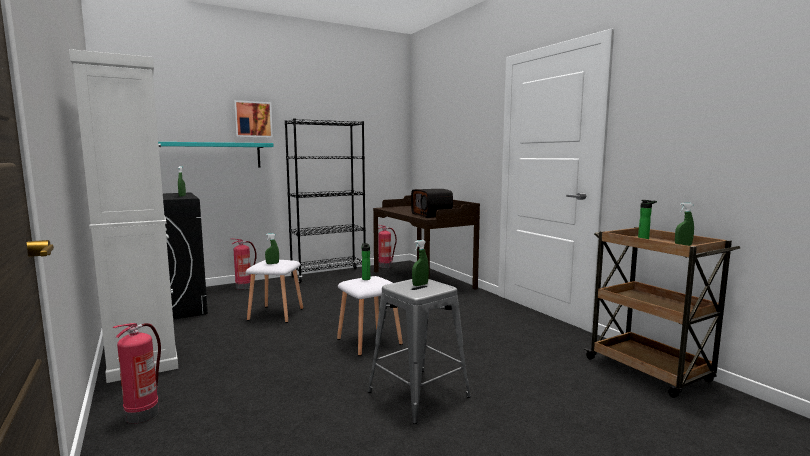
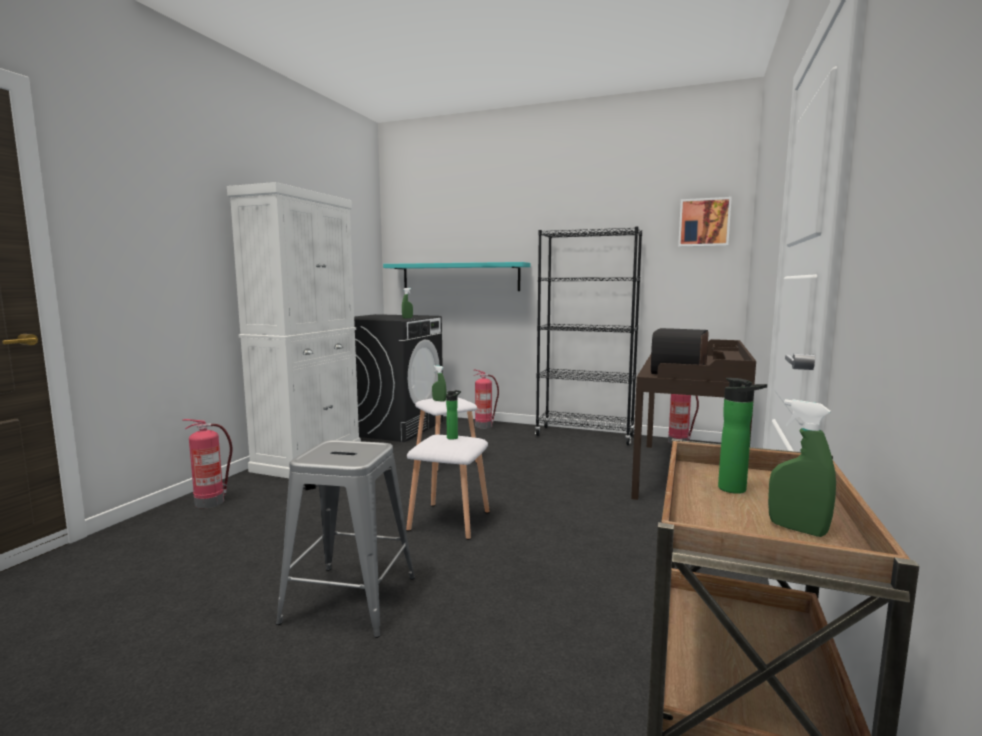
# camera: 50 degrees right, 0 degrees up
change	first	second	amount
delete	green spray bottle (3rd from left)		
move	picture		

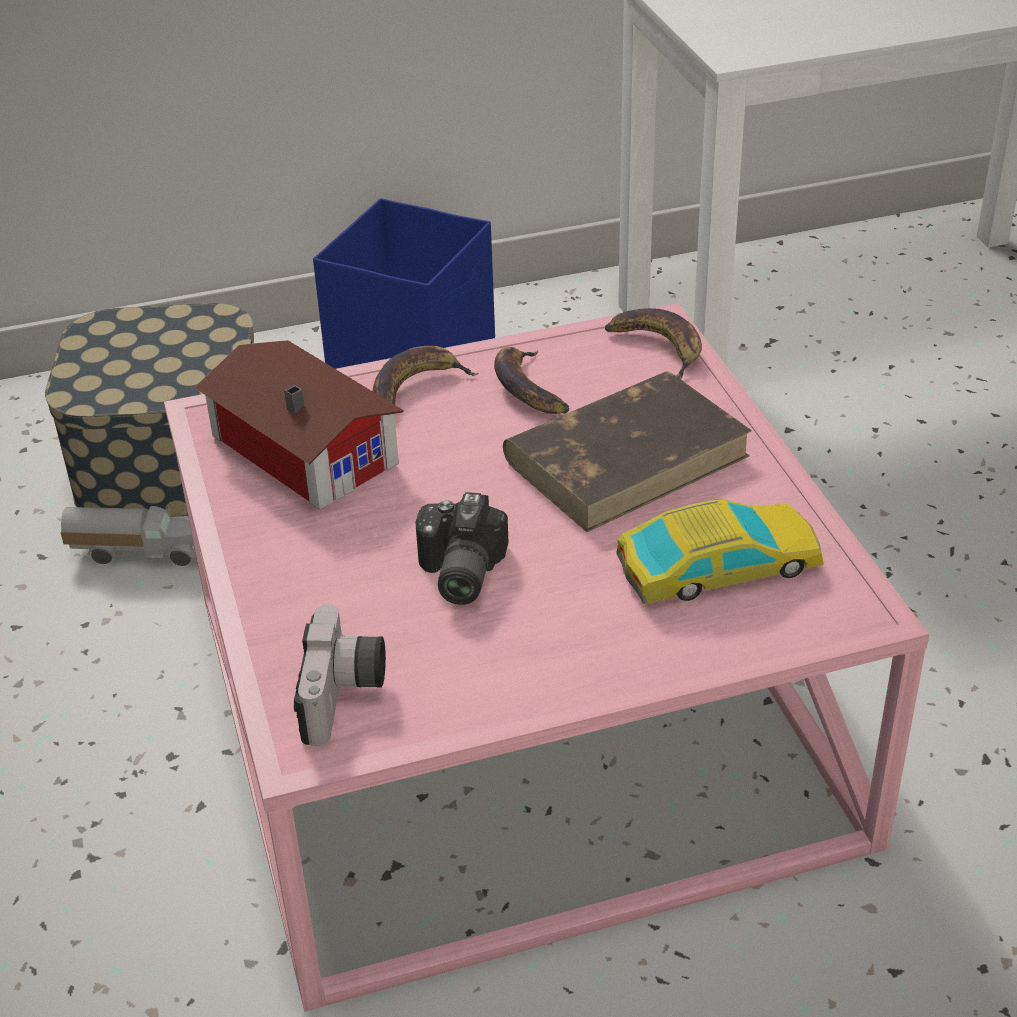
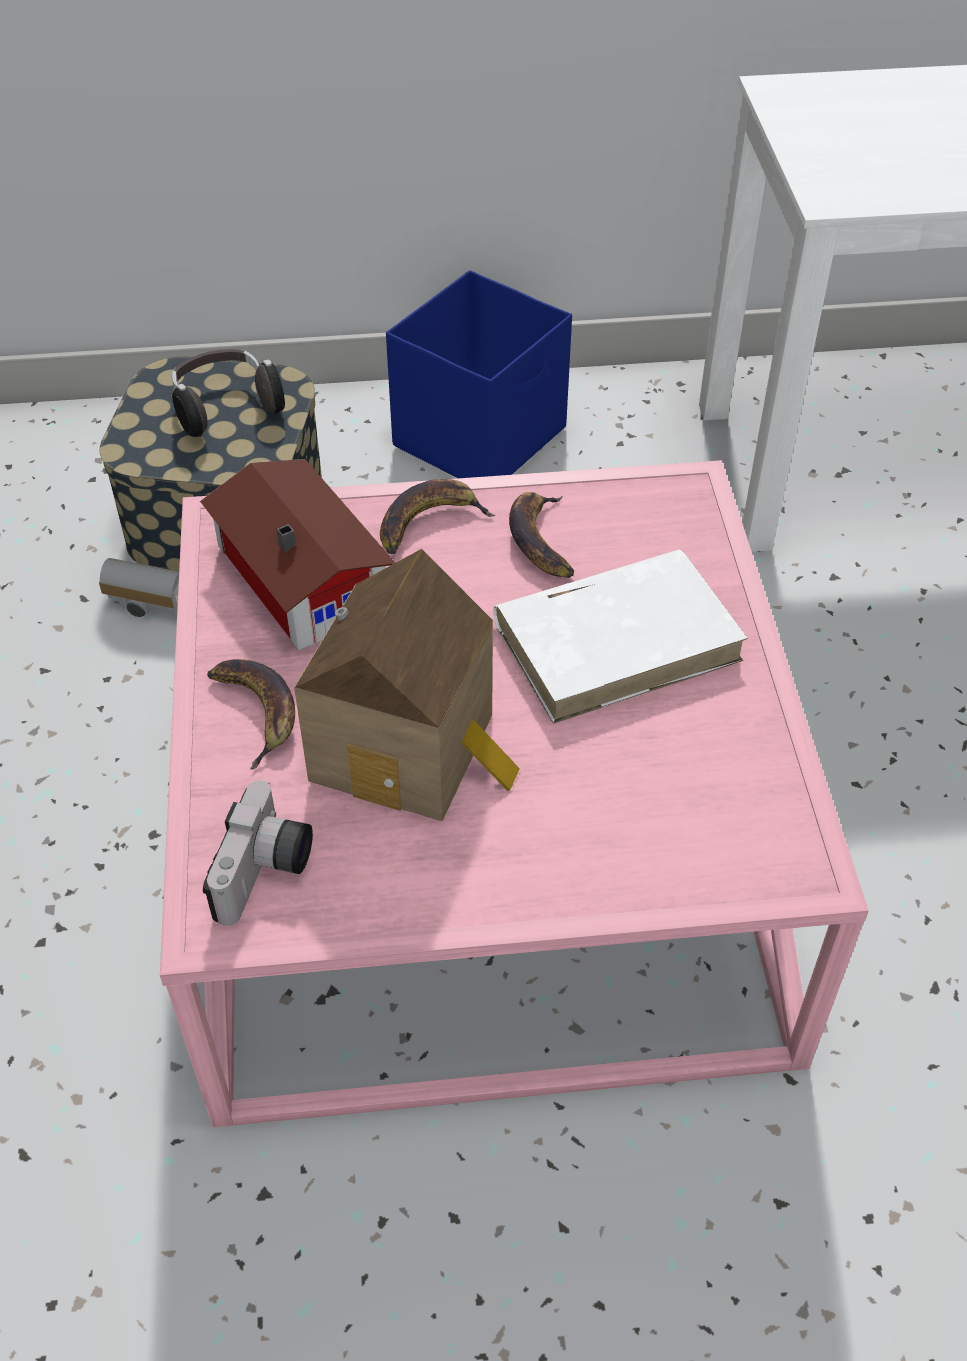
# camera: 10 degrees right, 10 degrees up
change	first	second	amount
delete	toy car		
insert		headphones	
move	banana (3rd from left in the first image)	banana (1st from left)	
replace	photo camera (2nd from left)	toy house (2nd from left)	
recolor	brown book	white book	

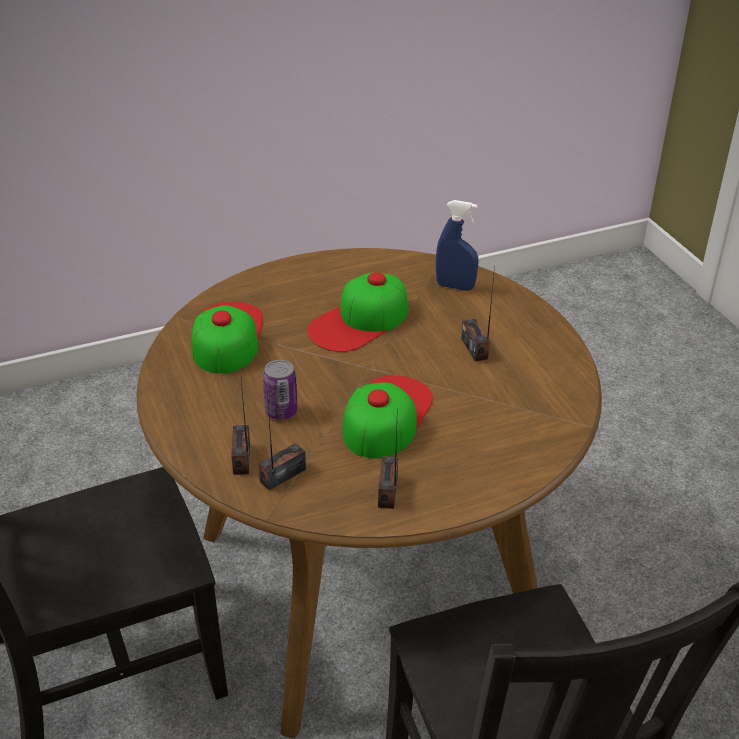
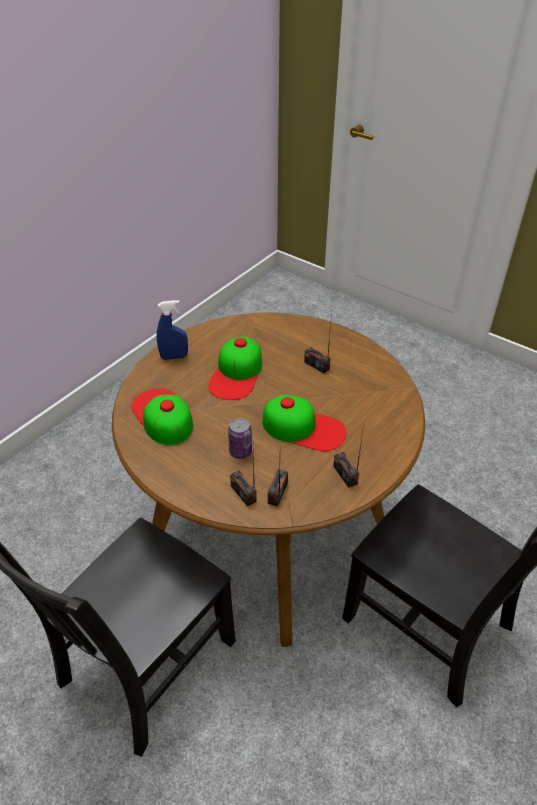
# camera: 30 degrees left, 5 degrees up
change	first	second	amount
move	blue spray bottle		
rotate	cap (3rd from left)		120 degrees clockwise

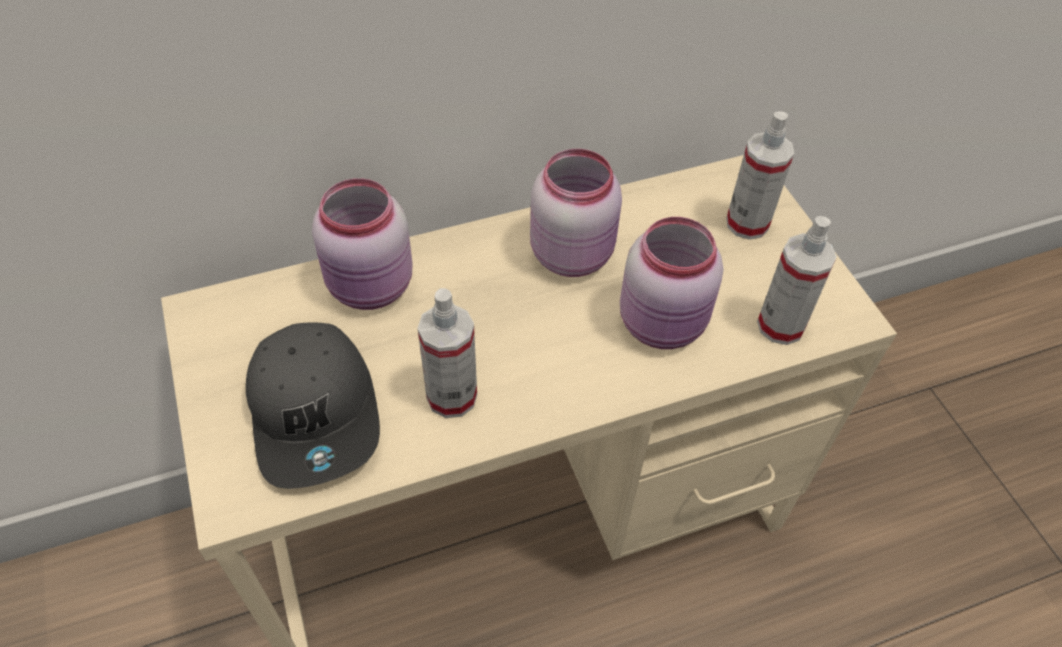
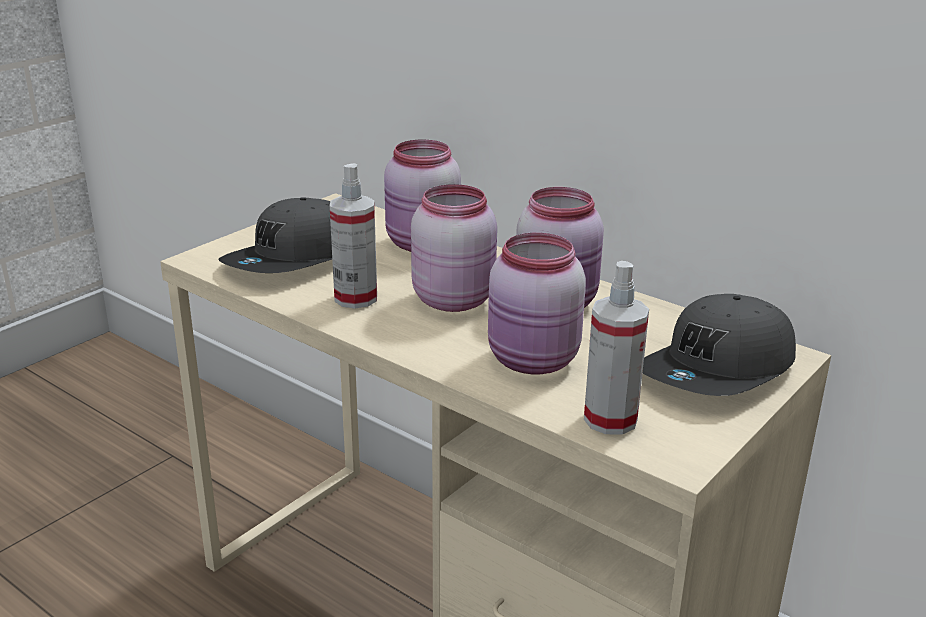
# camera: 60 degrees right, 25 degrees down
change	first	second	amount
insert		pink jar (2nd from left)	
replace	spray bottle (2nd from left)	grey cap (2nd from left)	

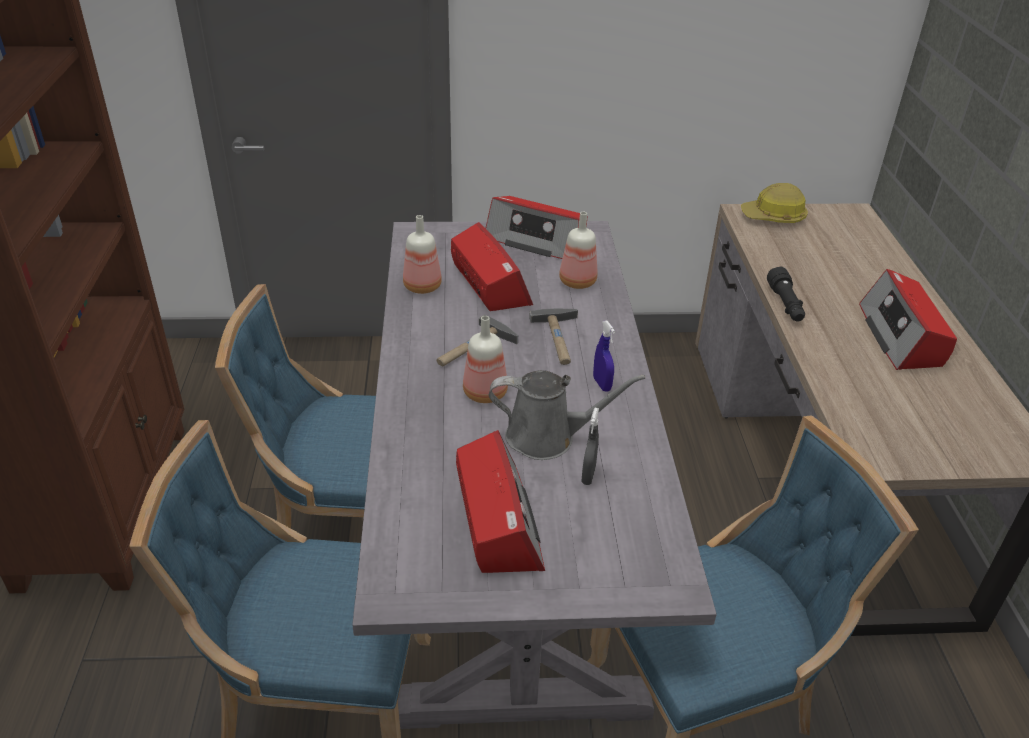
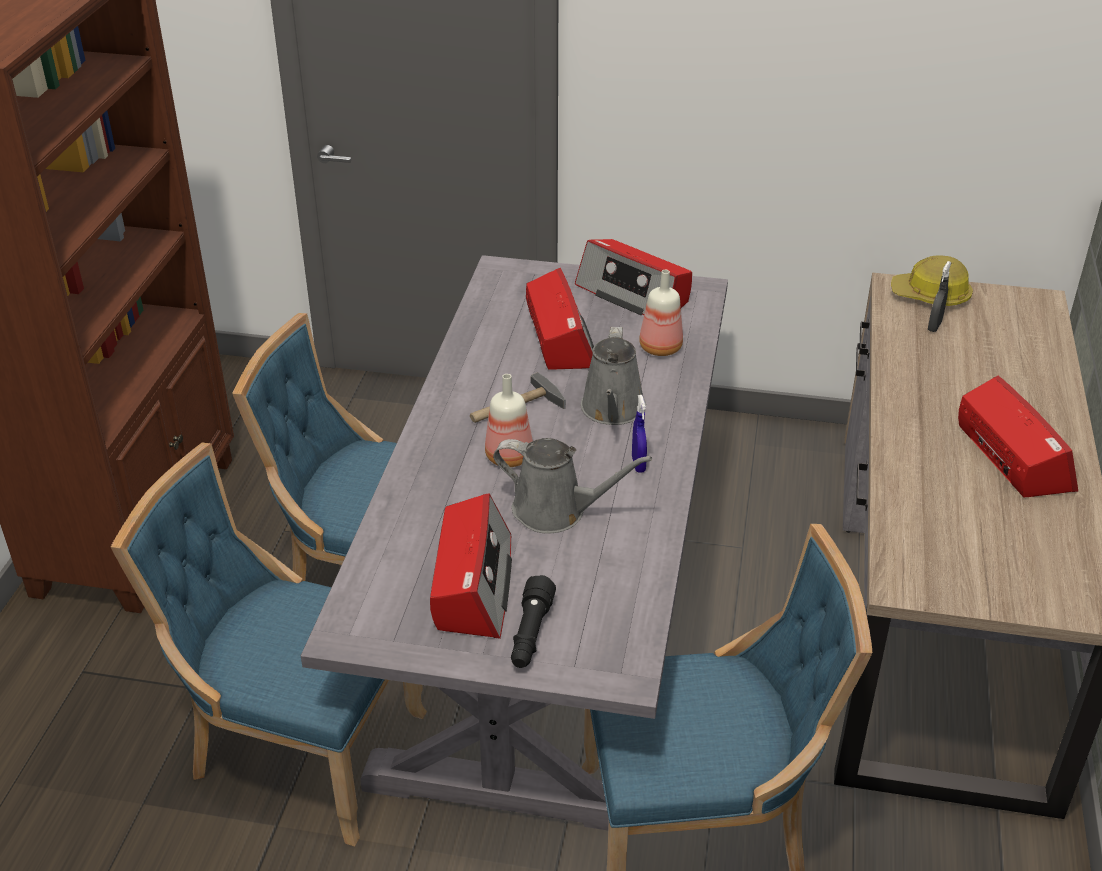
# camera: 15 degrees right, 0 degrees up
change	first	second	amount
delete	bottle (1st from left)		
move	grey spray bottle		
move	black flashlight		
replace	hammer (2nd from left)	grey watering can (2nd from left)	
rotate	radio (4th from left)		150 degrees clockwise

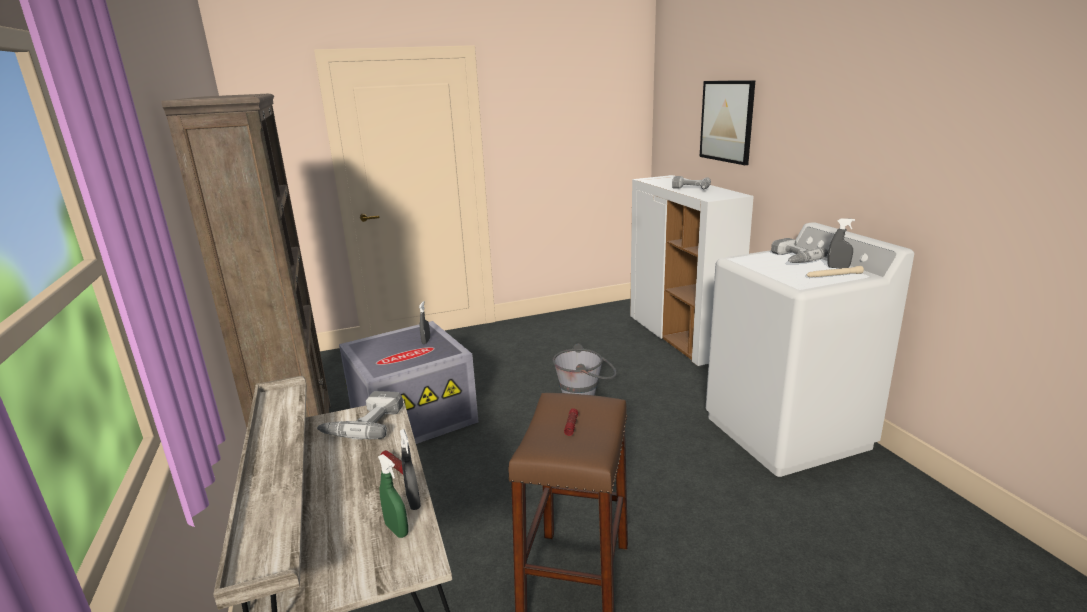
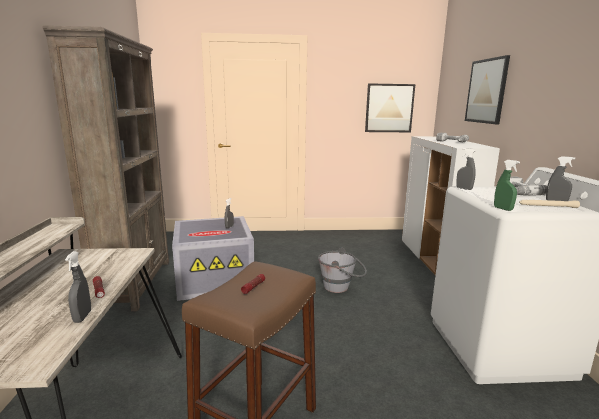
# camera: 15 degrees right, 5 degrees down
change	first	second	amount
delete	power drill (1st from left)		
insert		picture (1st from left)	
insert		grey spray bottle (3rd from left)	
move	green spray bottle		

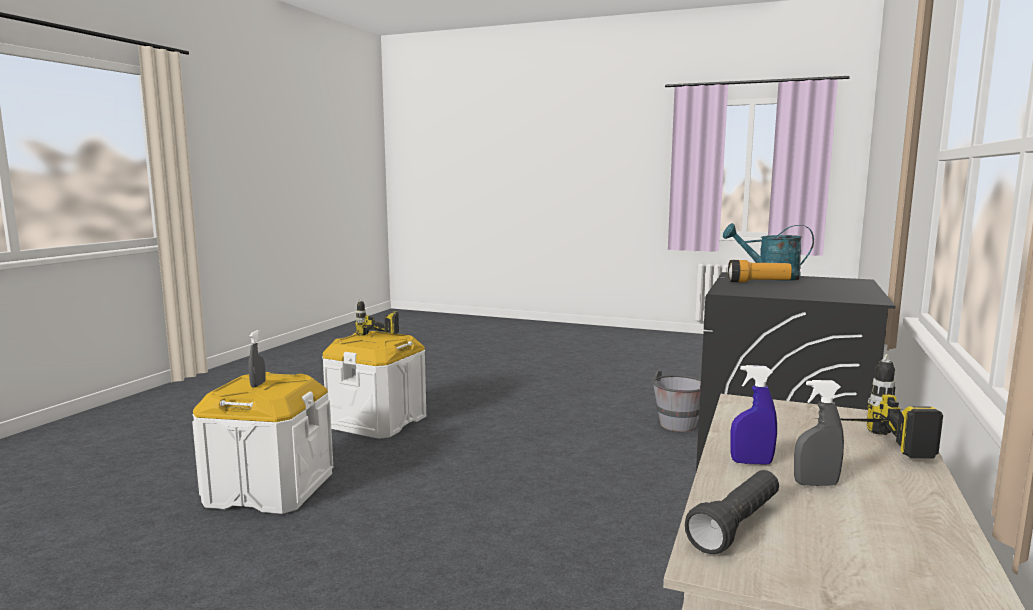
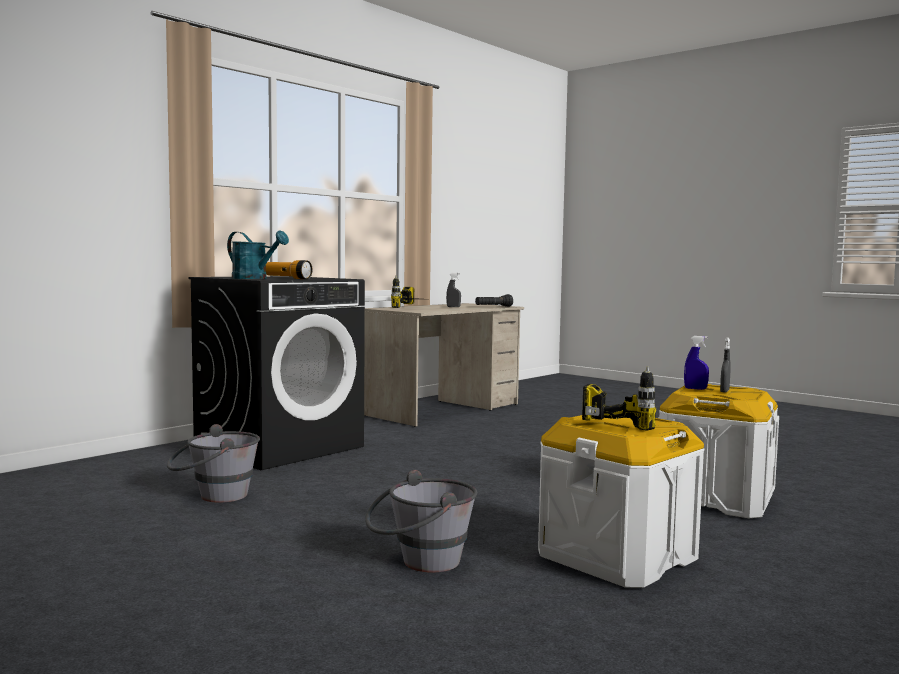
# camera: 160 degrees left, 5 degrees down
change	first	second	amount
insert		grey bucket (2nd from left)	
move	blue spray bottle		

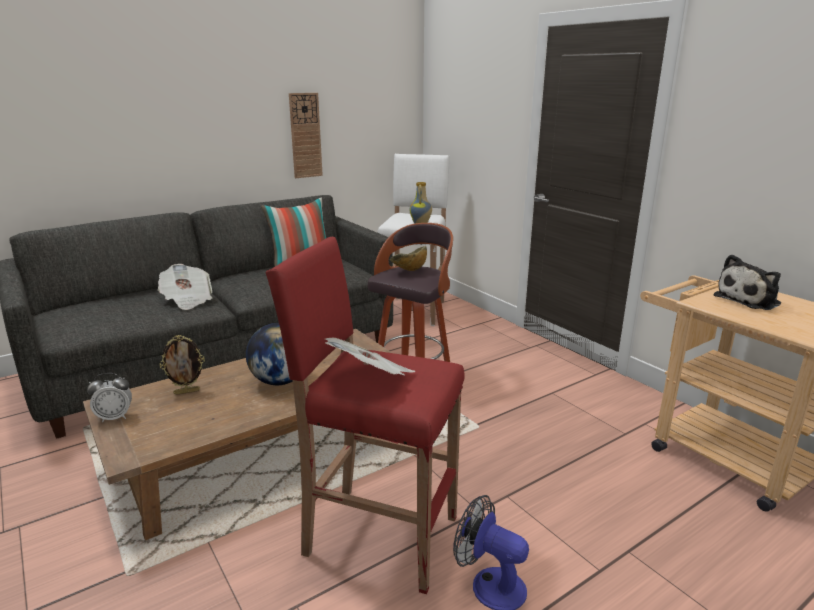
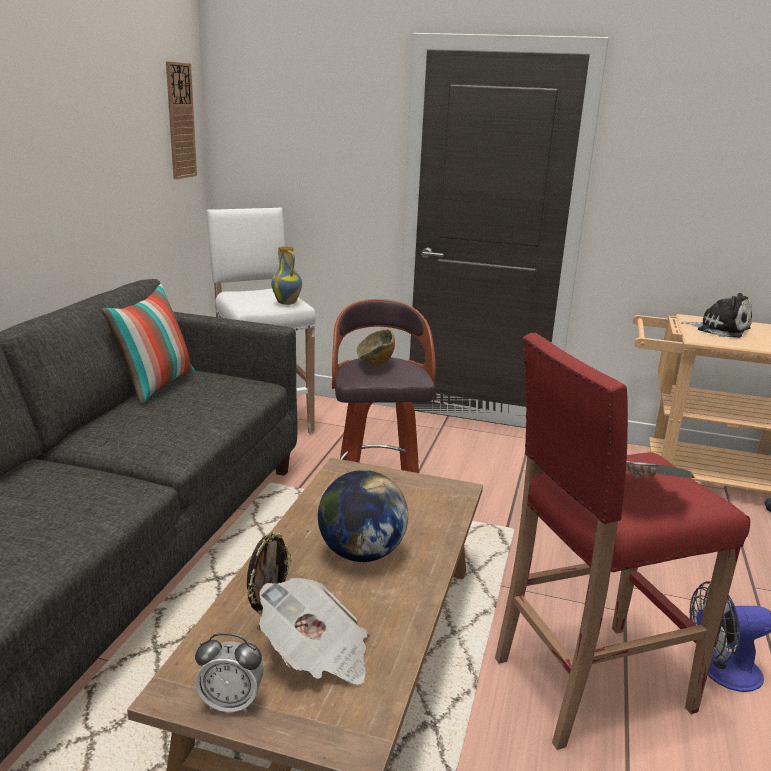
# camera: 40 degrees left, 0 degrees up
change	first	second	amount
move	newspaper (1st from left)		
move	wall clock		
rotate	alarm clock		60 degrees clockwise
rotate	plush toy		75 degrees counterclockwise

